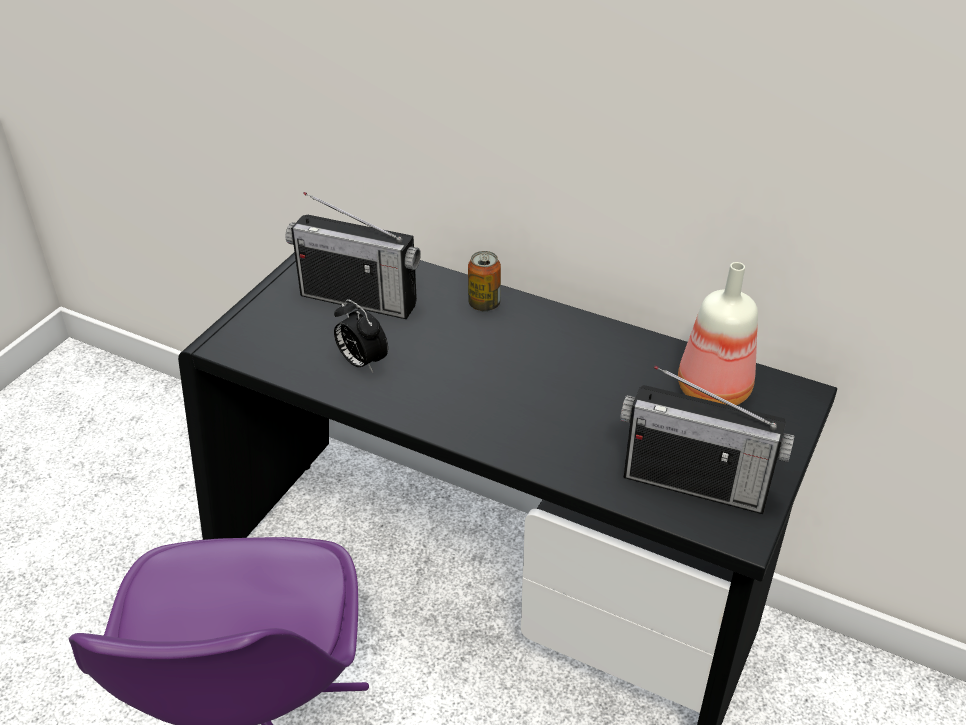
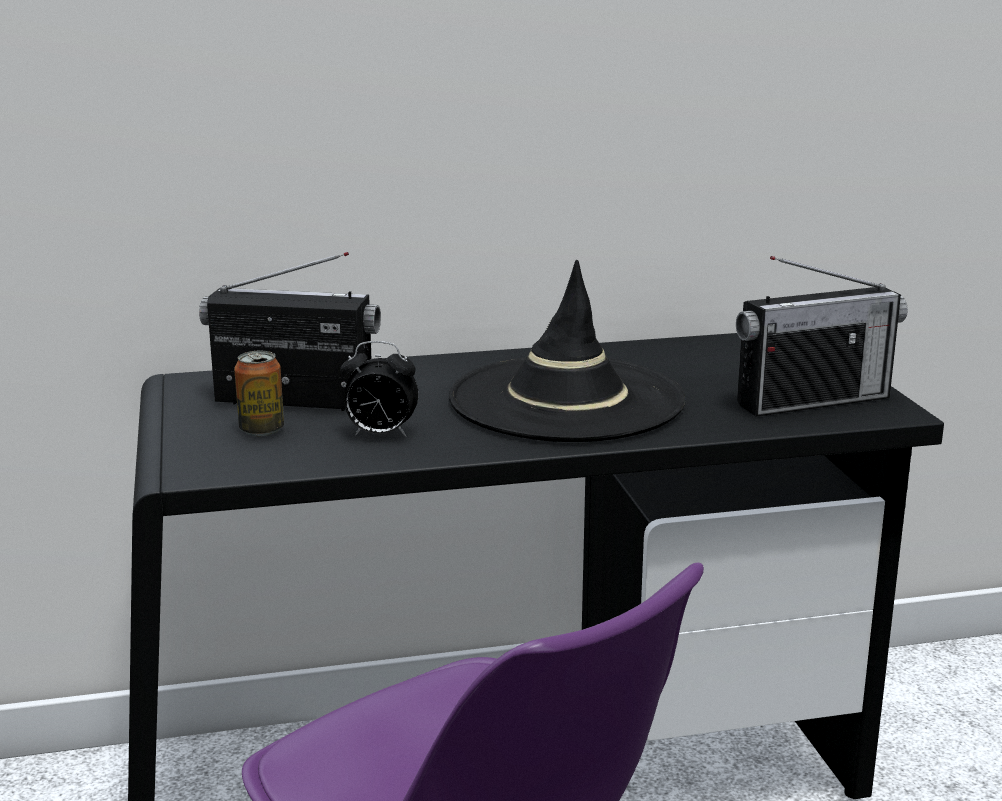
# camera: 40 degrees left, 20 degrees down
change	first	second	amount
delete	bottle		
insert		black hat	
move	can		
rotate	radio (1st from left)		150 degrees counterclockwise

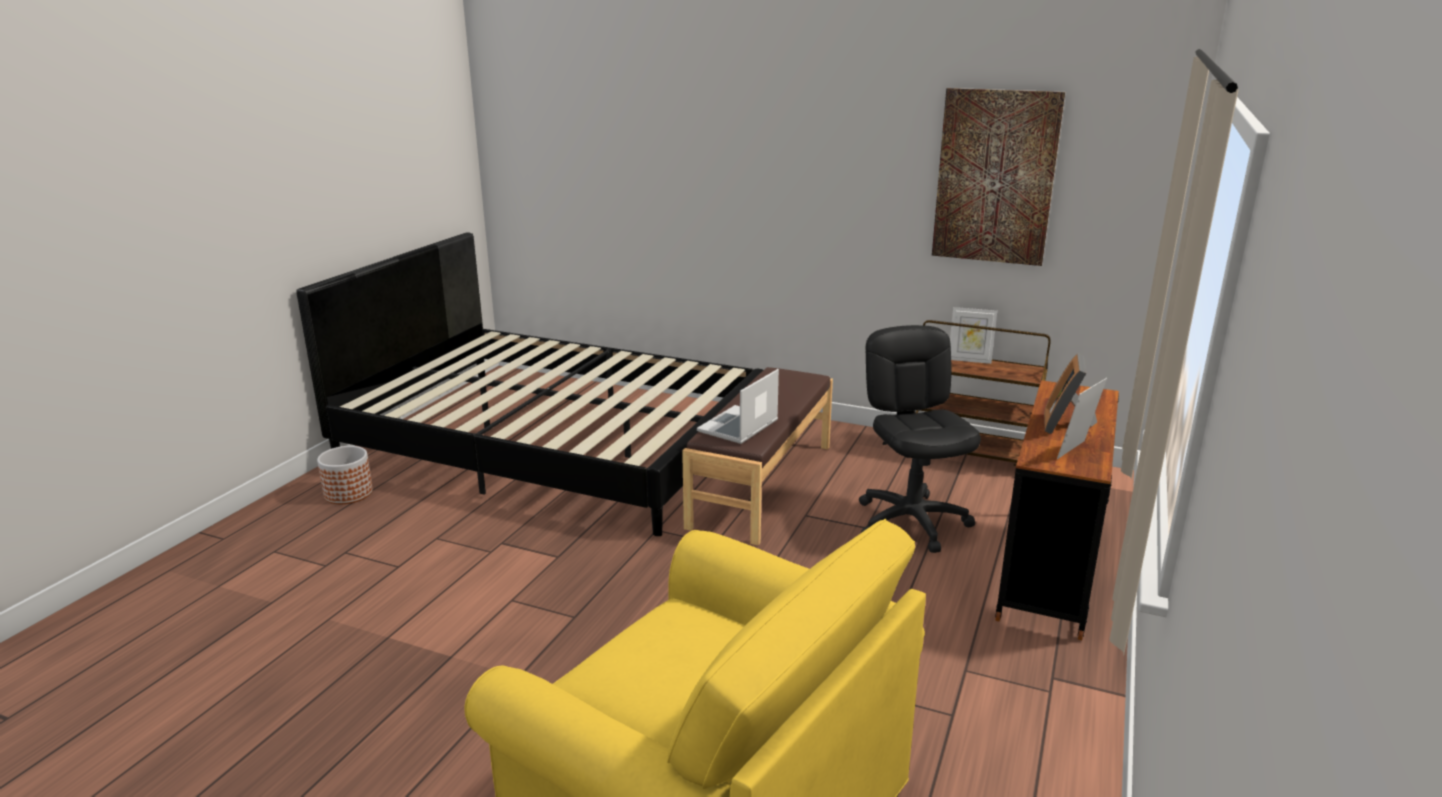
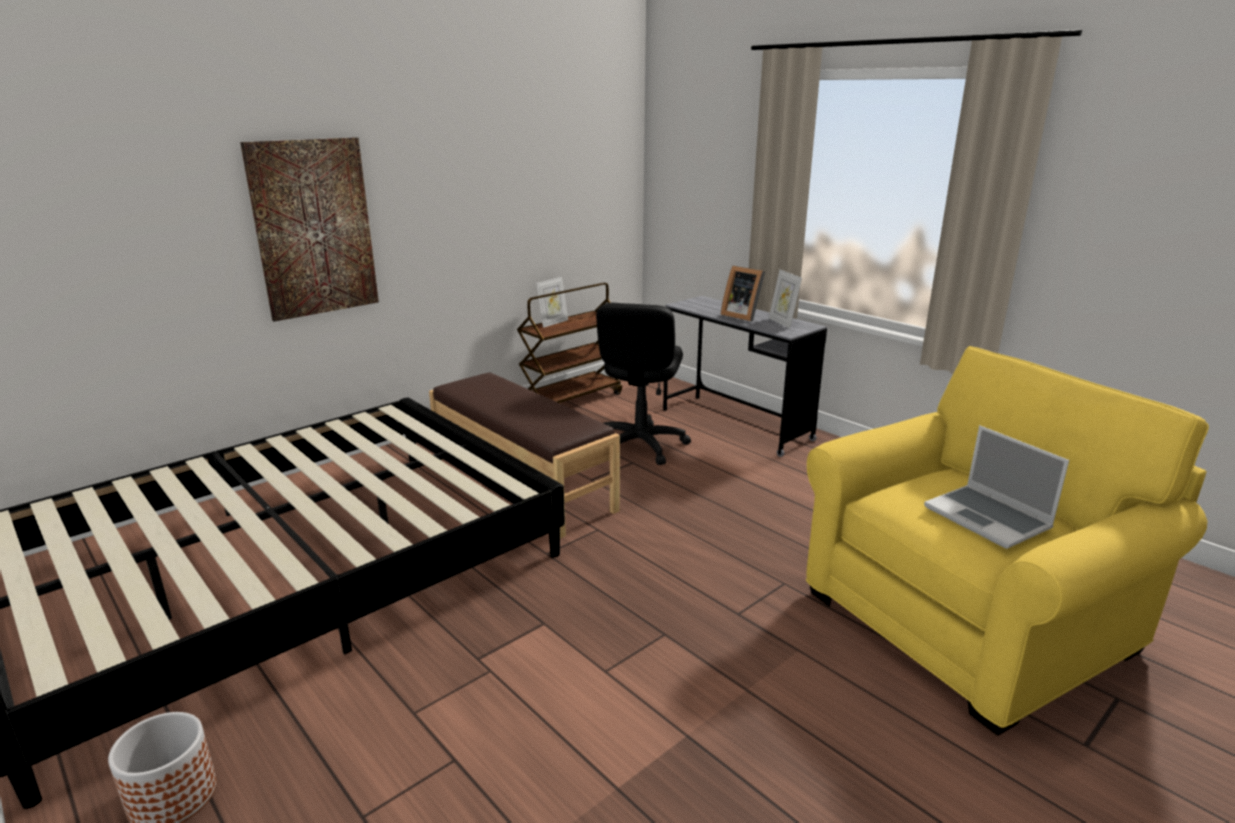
# camera: 65 degrees left, 0 degrees up
change	first	second	amount
move	laptop		
move	picture		
recolor	brown desk	grey desk	
rotate	black office chair		90 degrees counterclockwise

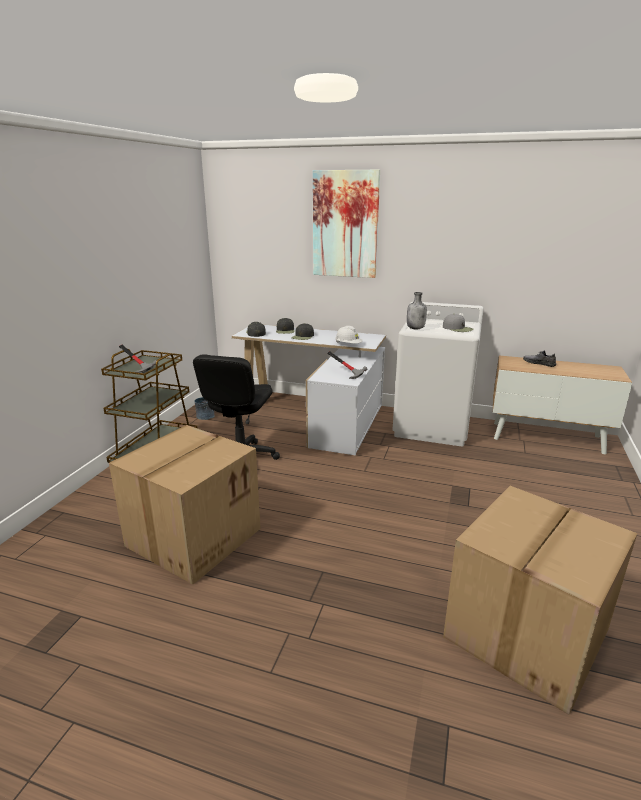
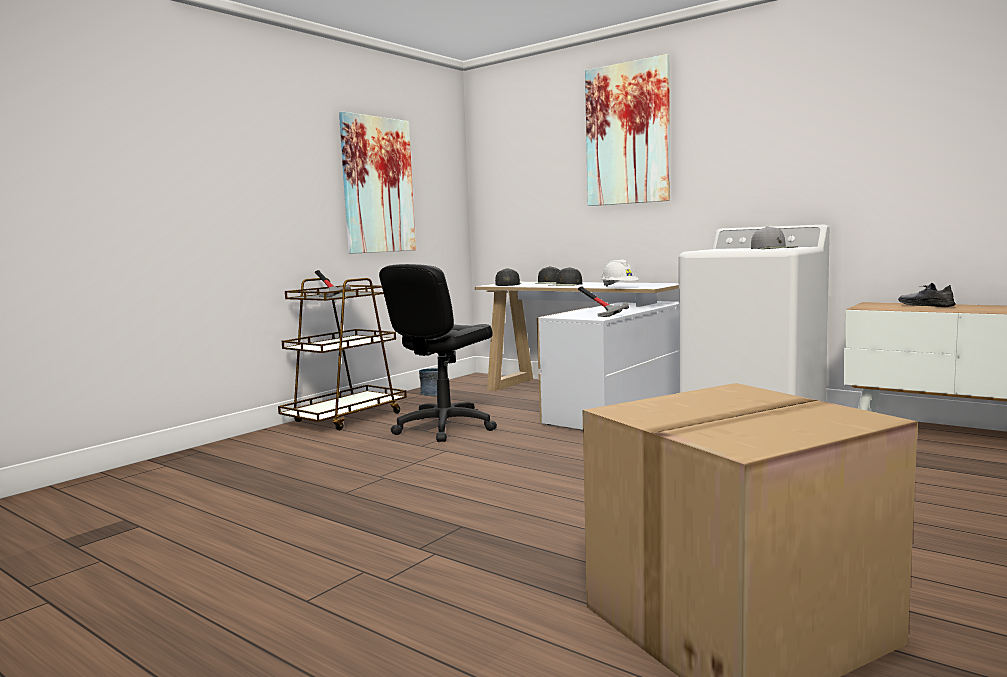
# camera: 20 degrees right, 15 degrees down
change	first	second	amount
delete	cardboard box (1st from left)		
delete	grey bottle		
insert		picture (1st from left)	

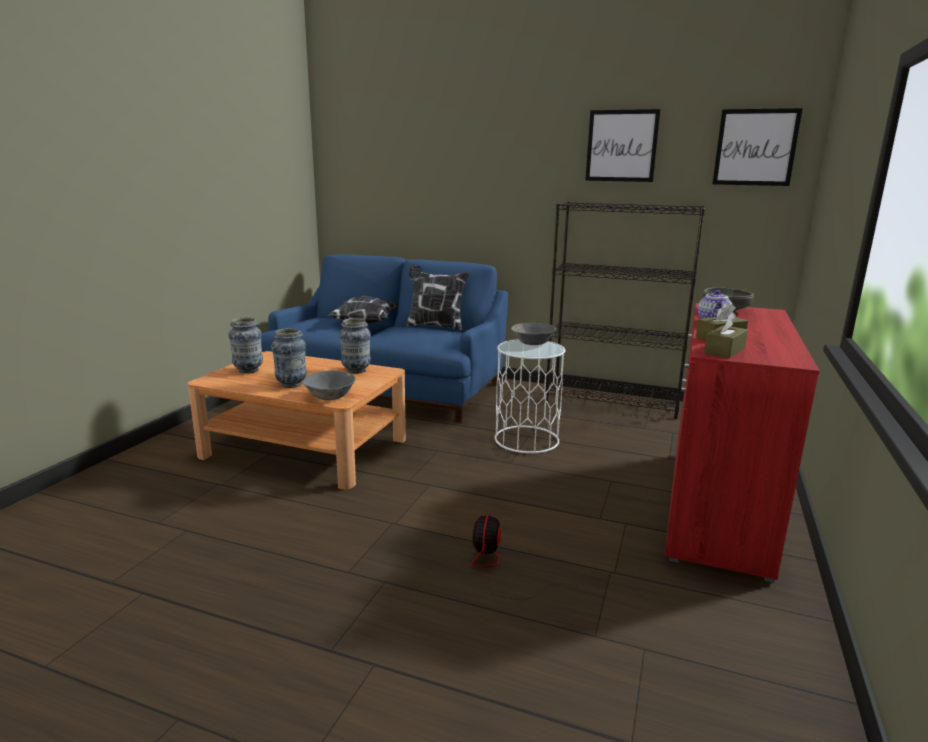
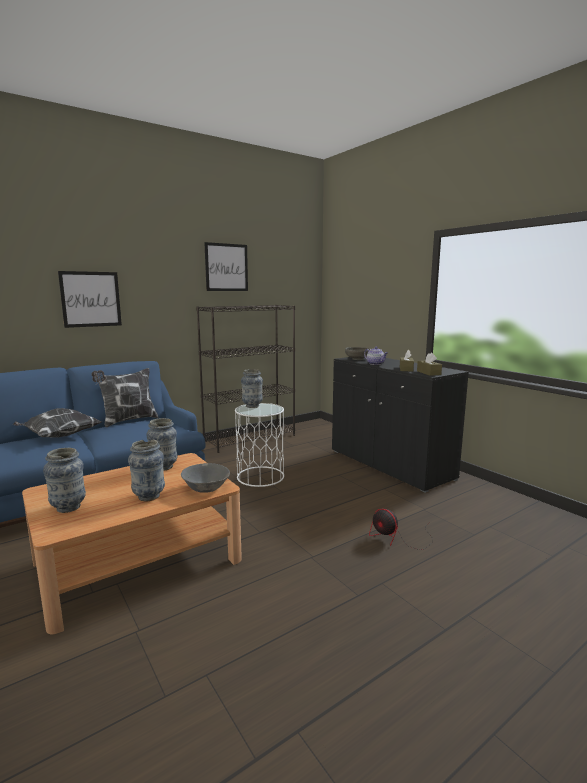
# camera: 55 degrees left, 5 degrees down
change	first	second	amount
move	picture (2nd from left in the first image)	picture (1st from left)	
replace	grey bowl (2nd from left)	vase (4th from left)	
recolor	red cabinet	black cabinet	

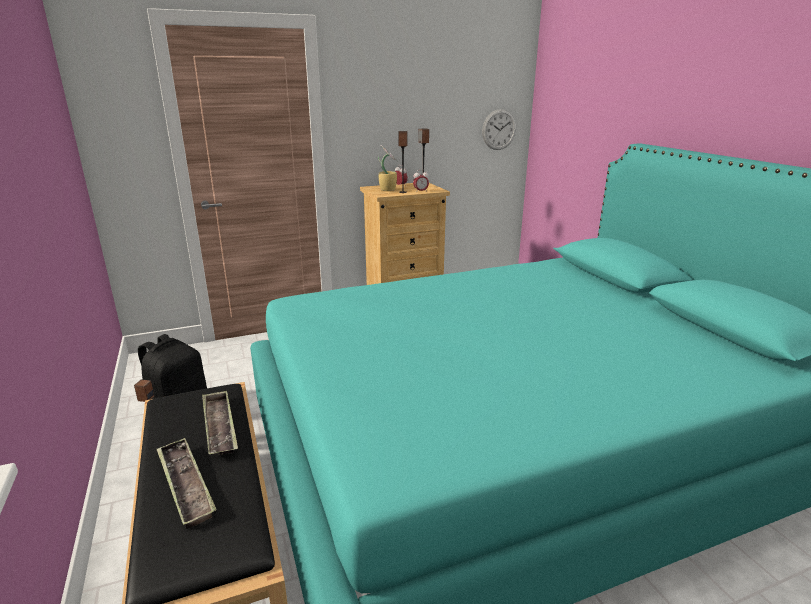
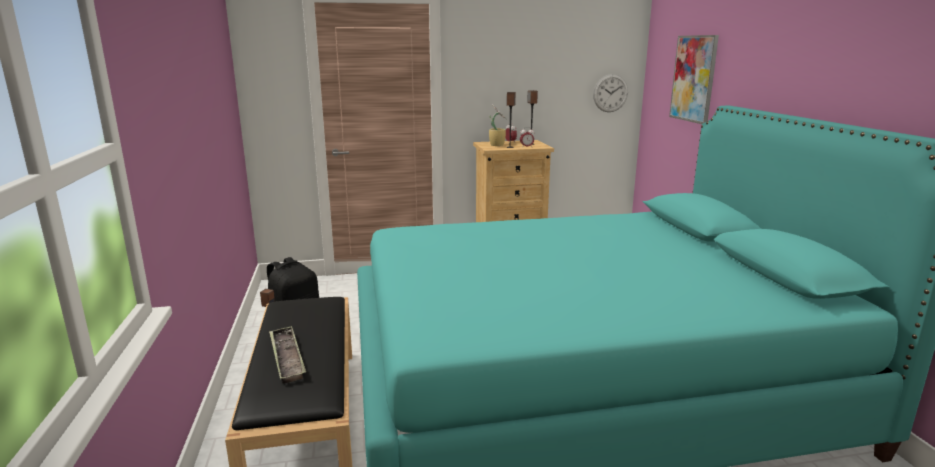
# camera: 10 degrees right, 5 degrees down
change	first	second	amount
delete	tray (2nd from left)		
insert		picture	

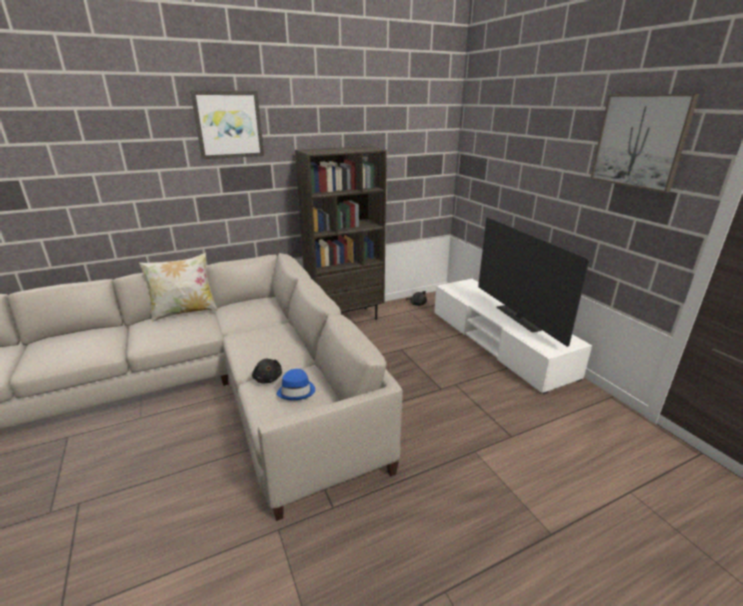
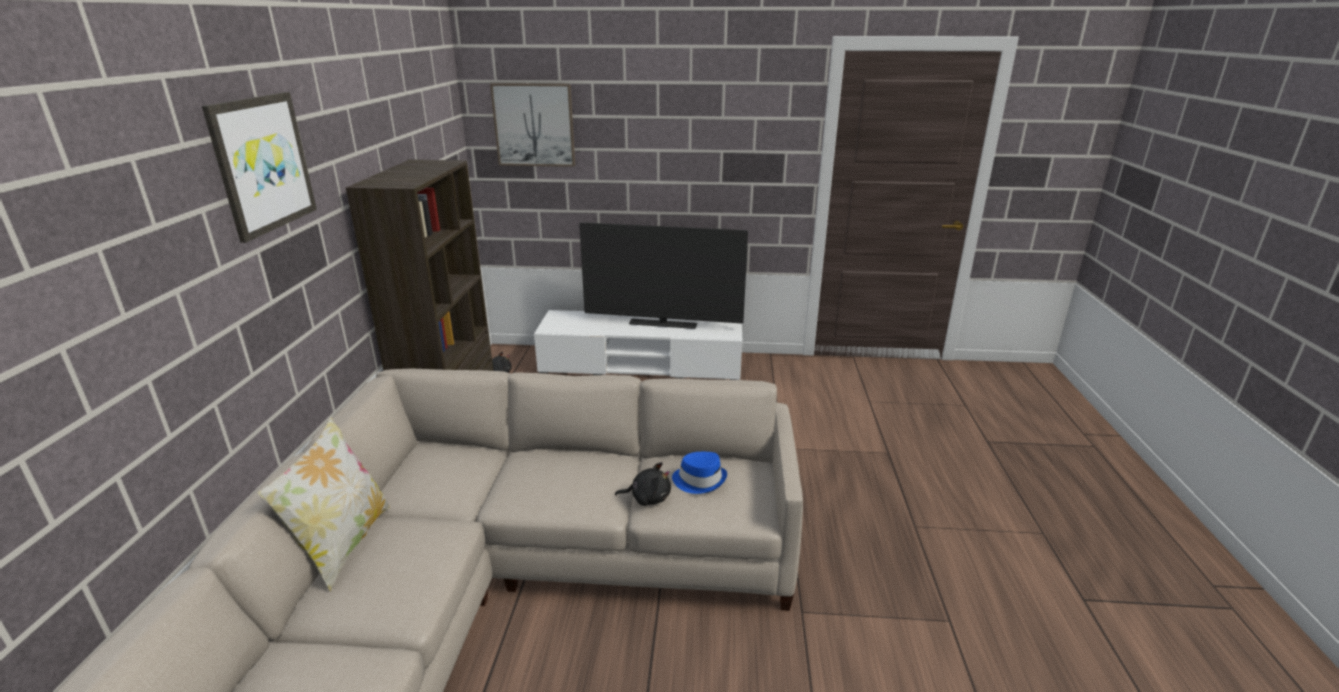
# camera: 60 degrees left, 0 degrees up
change	first	second	amount
move	picture (2nd from left)		

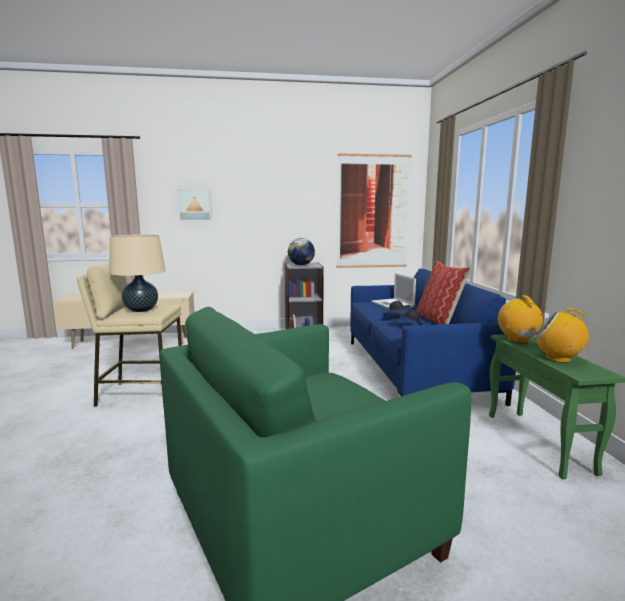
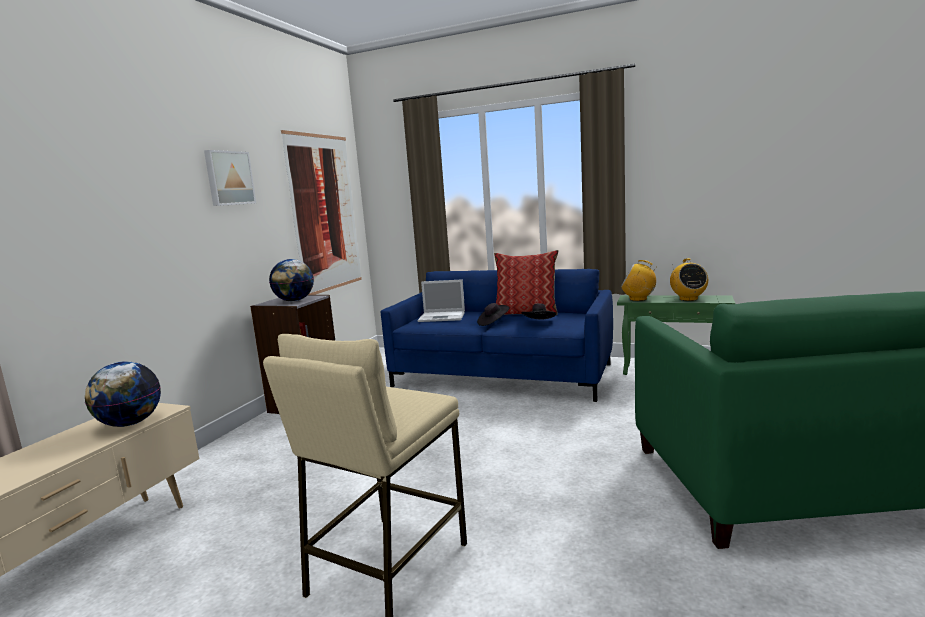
# camera: 60 degrees left, 0 degrees up
change	first	second	amount
delete	beige table lamp		
insert		globe (1st from left)	
move	picture (1st from left)		
rotate	radio (2nd from left)		60 degrees counterclockwise

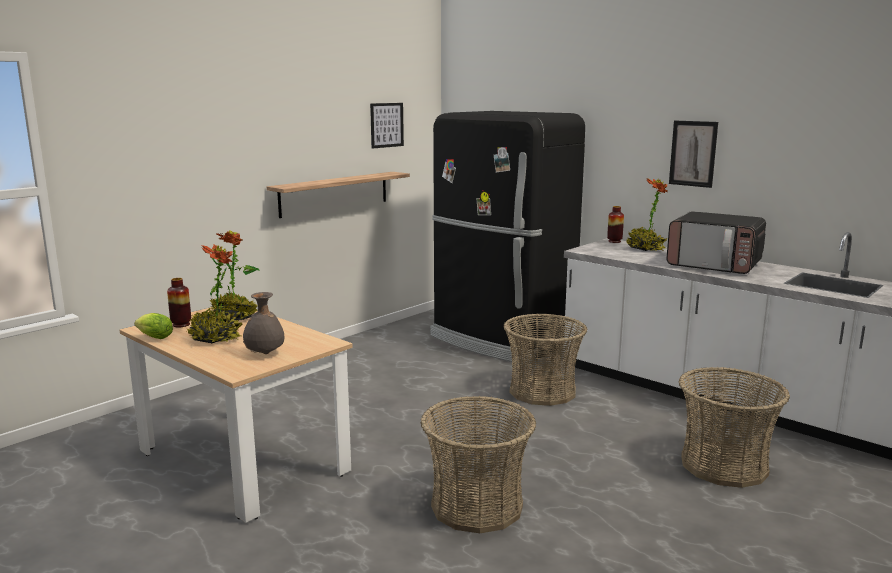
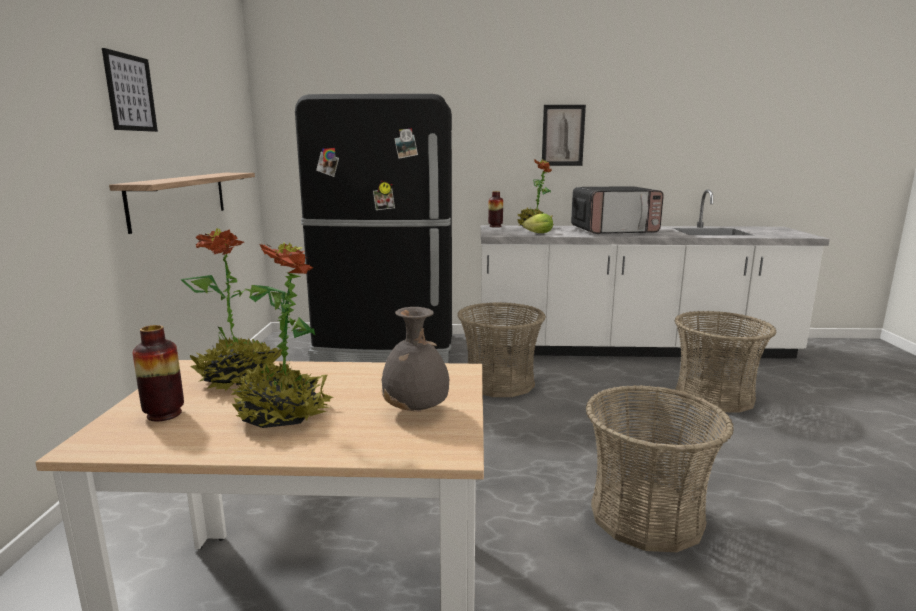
# camera: 40 degrees left, 0 degrees up
change	first	second	amount
move	lettuce		
move	picture (1st from left)		

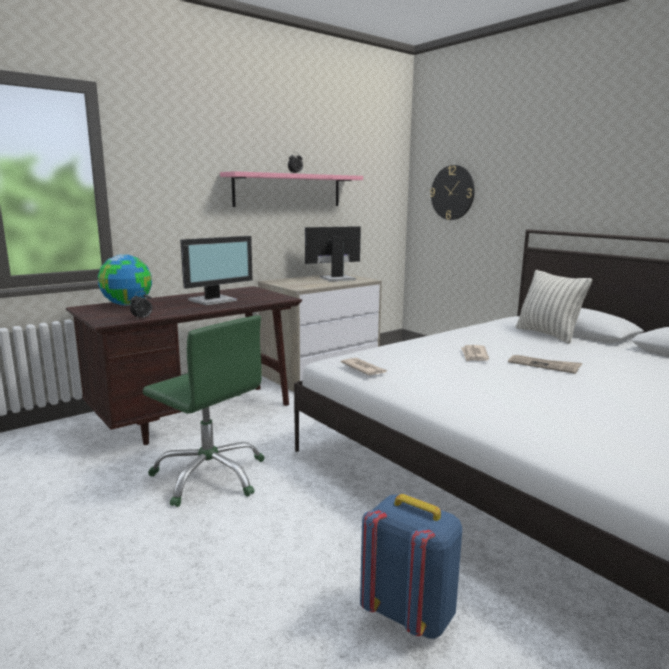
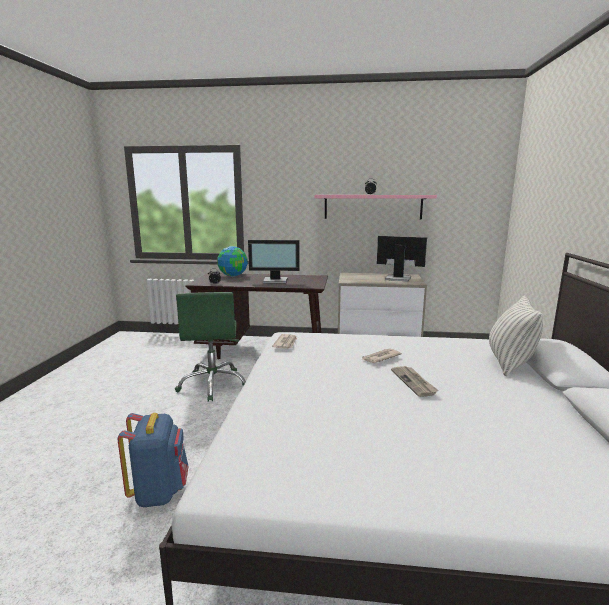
# camera: 45 degrees right, 0 degrees up
change	first	second	amount
delete	wall clock		

